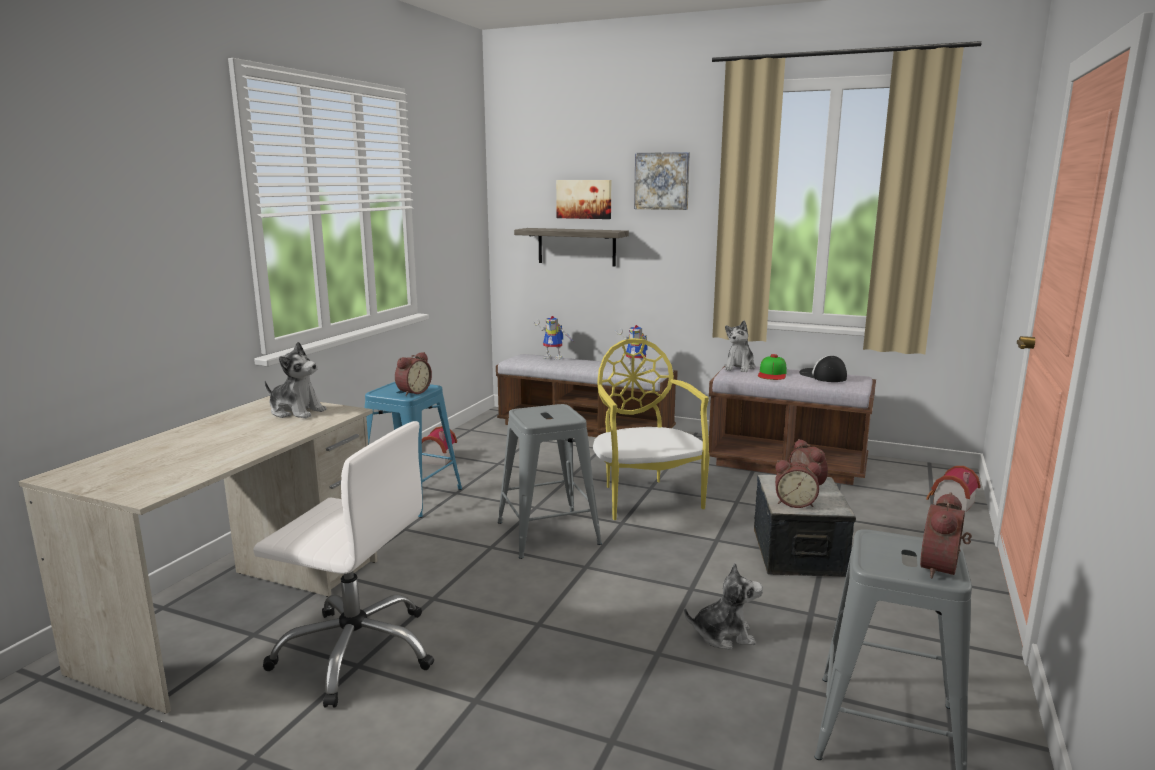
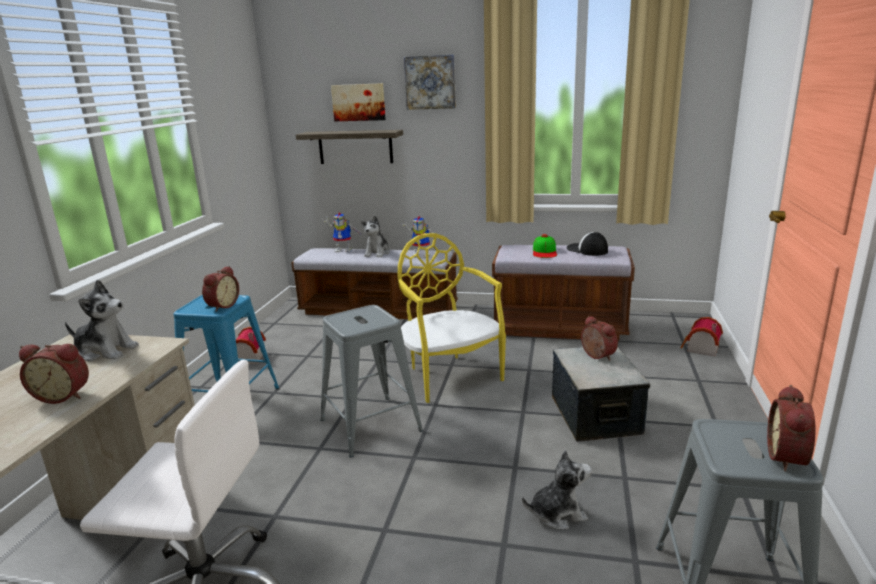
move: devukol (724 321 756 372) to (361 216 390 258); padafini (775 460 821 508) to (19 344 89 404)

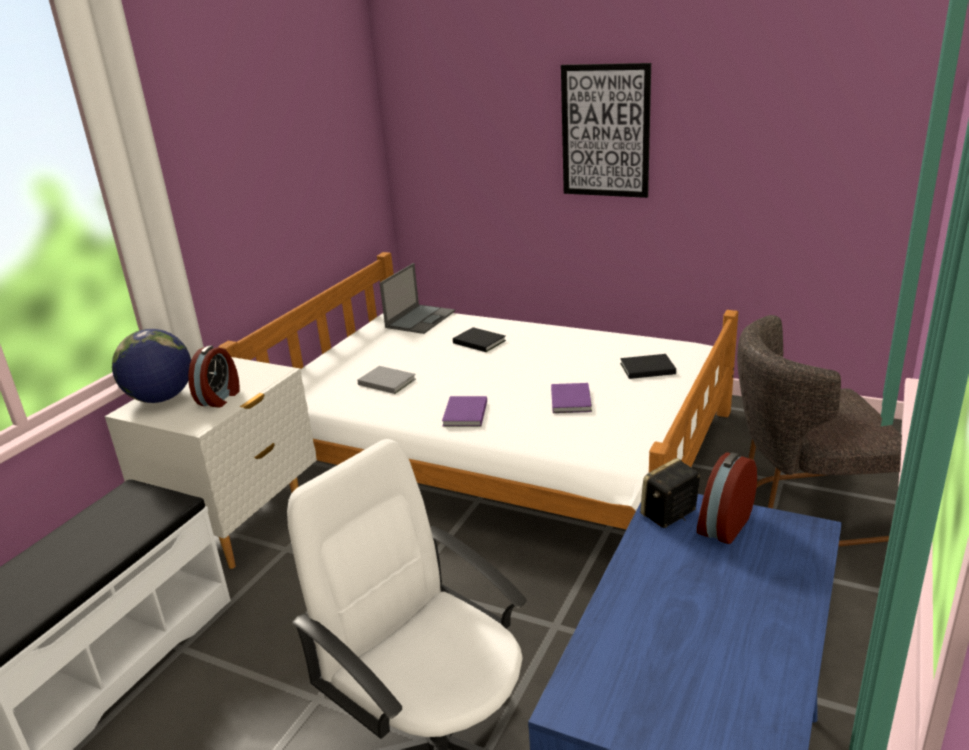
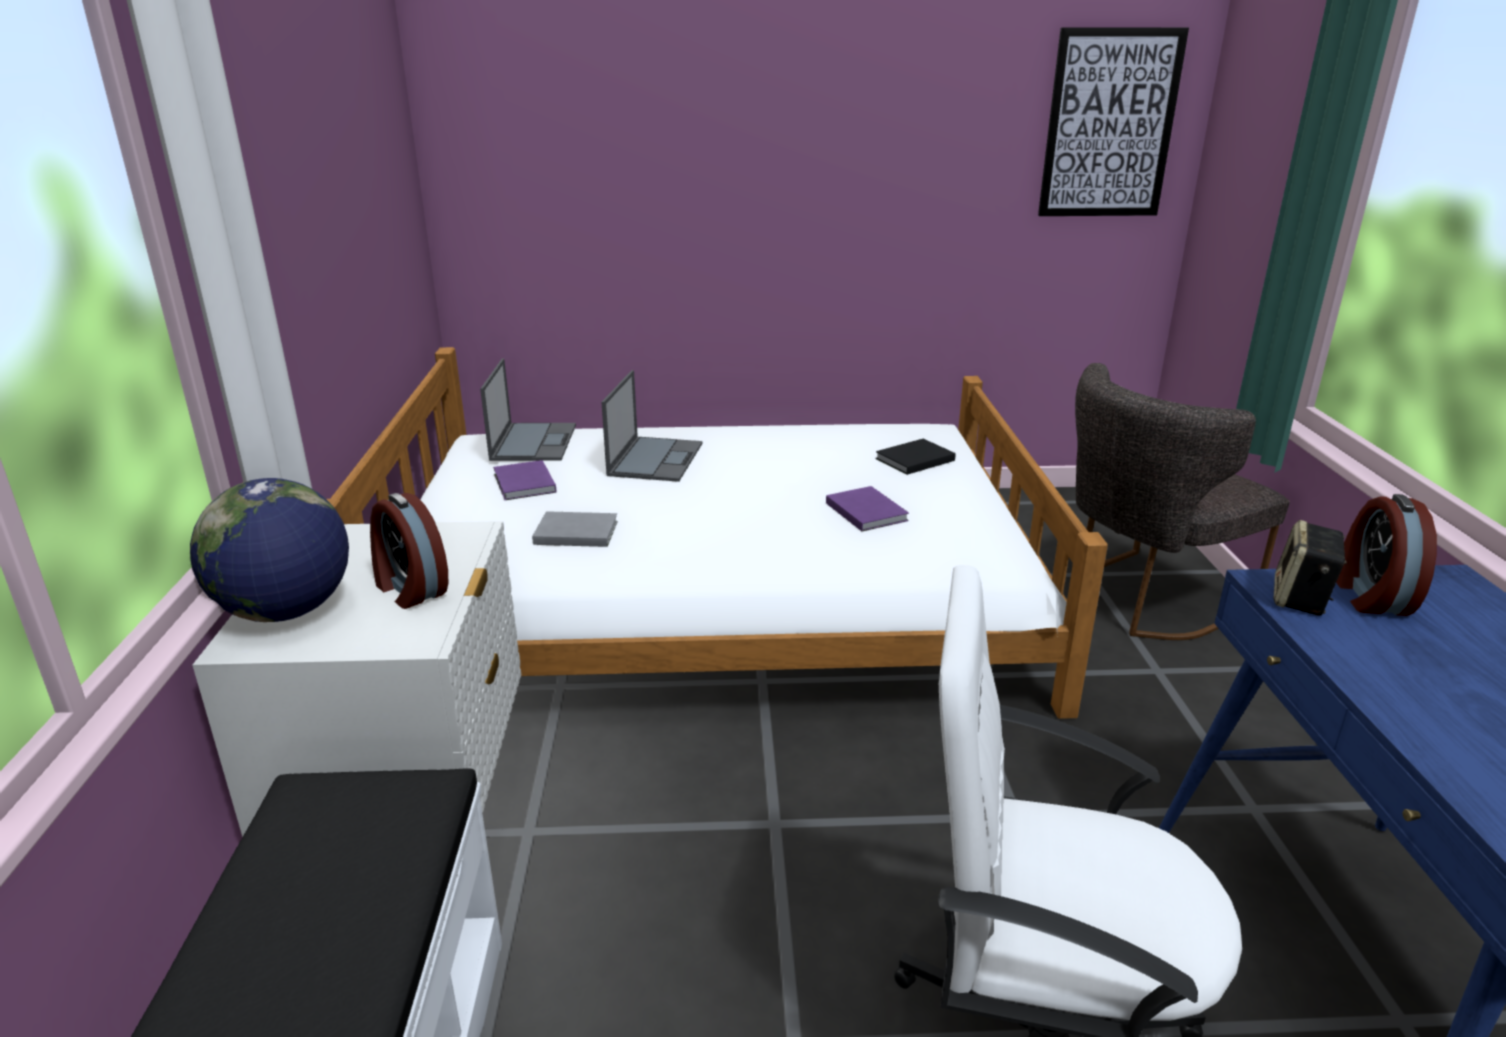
move: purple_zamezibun (442 396 487 427) to (493 460 556 500); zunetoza (561 63 651 198) to (1038 27 1189 216)
replace: black_zamezibun (453 327 506 352) to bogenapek (601 370 702 482)
rotate: padafini (188 346 240 407) = (370 493 448 609) 150 degrees clockwise

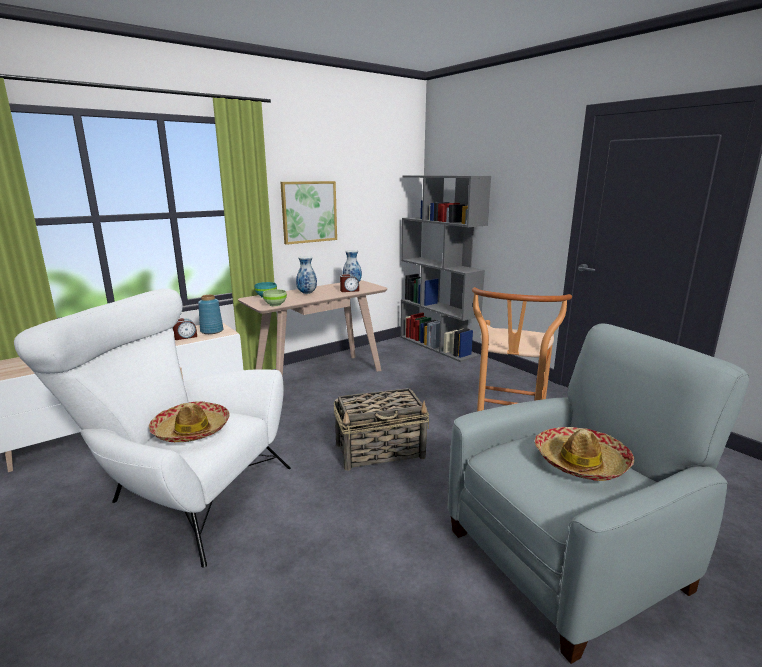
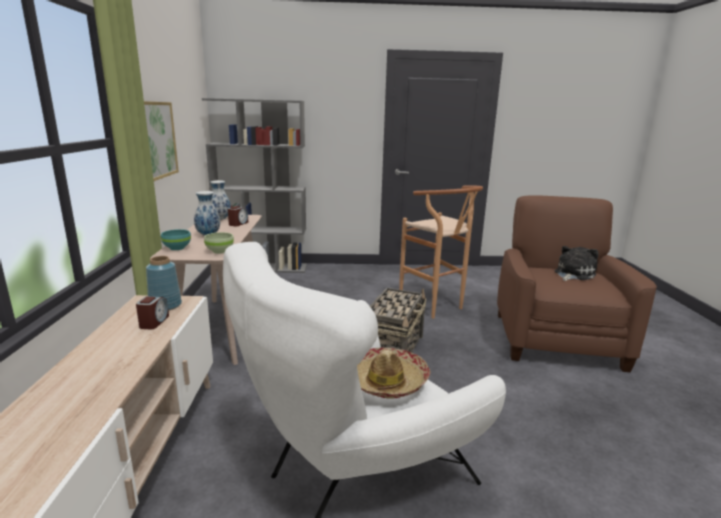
replace: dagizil (535 427 634 481) to devukol (555 246 599 281)
recolor: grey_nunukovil (447 324 749 664) to brown_nunukovil (497 195 657 372)

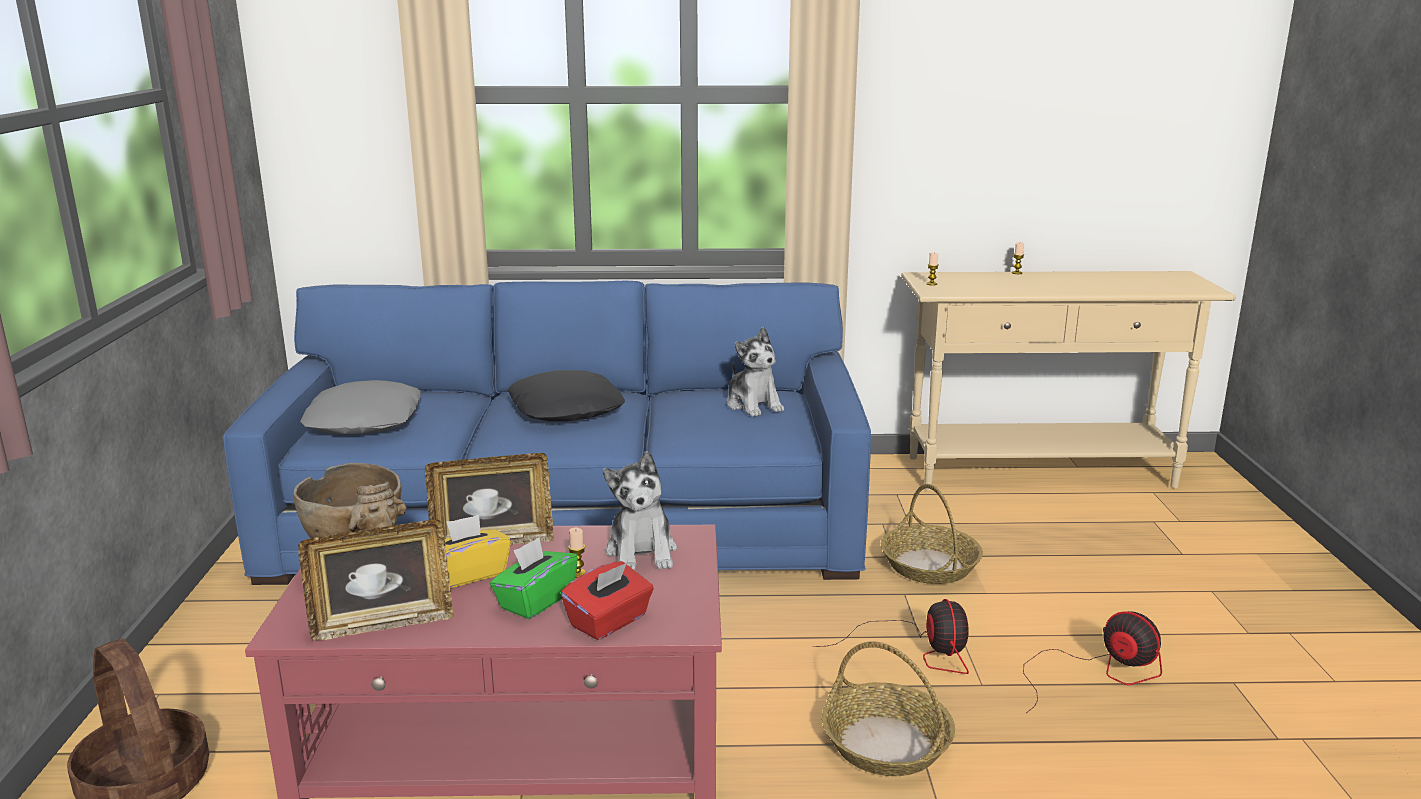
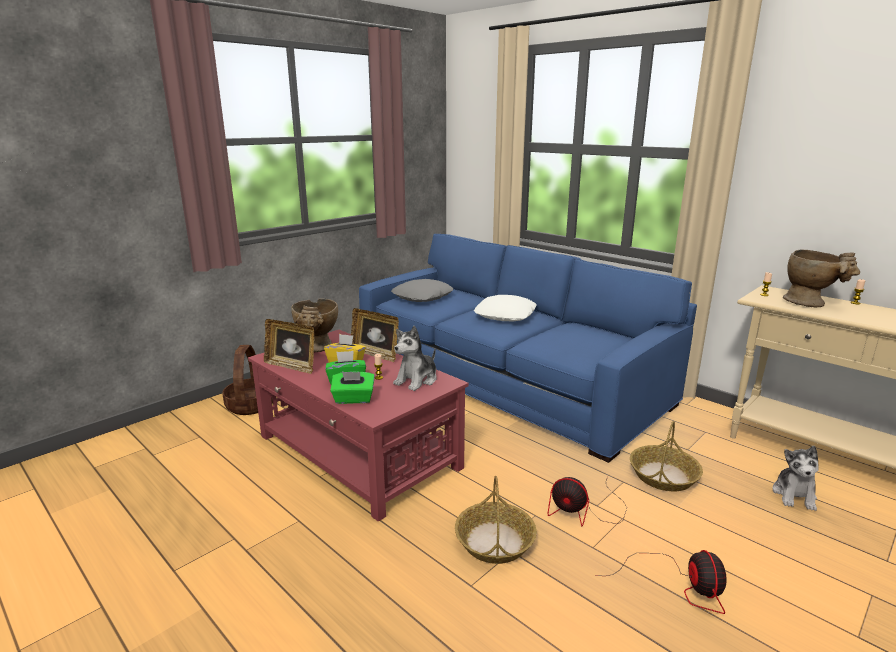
insert: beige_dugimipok (783 249 860 307)
move: devukol (727 327 784 417) to (773 446 818 511)
recolor: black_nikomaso (507 370 625 422) to white_nikomaso (474 295 537 321); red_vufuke (561 561 654 640) to green_vufuke (330 371 375 404)
rotate: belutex (812 599 969 674) = (548 477 627 526) 75 degrees clockwise

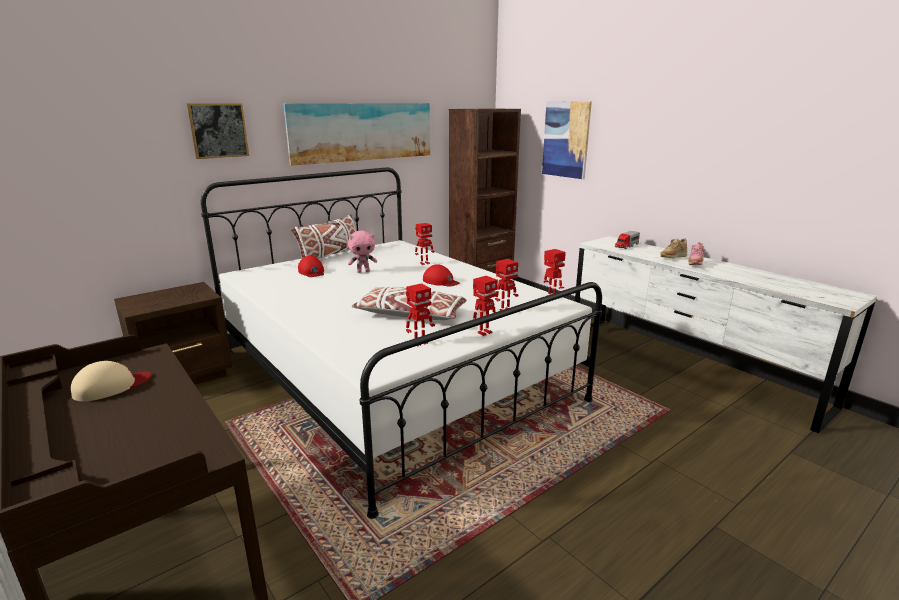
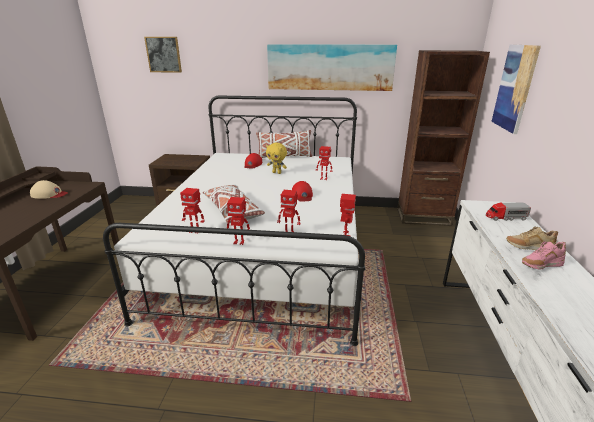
move: zunetoza (187 103 249 159) to (144 37 182 73)
recolor: pink_devukol (348 231 377 273) to yellow_devukol (266 143 287 174)

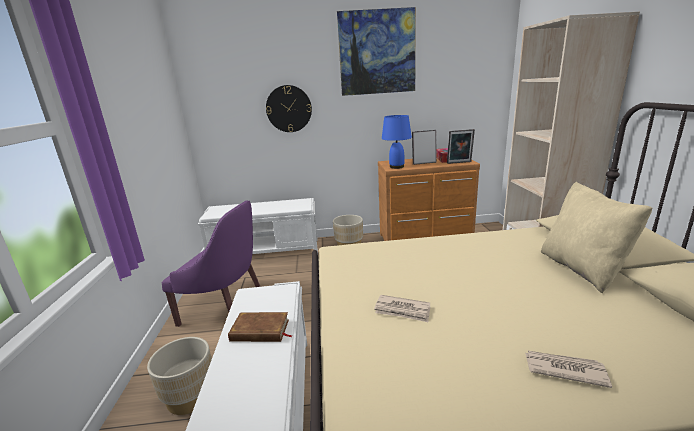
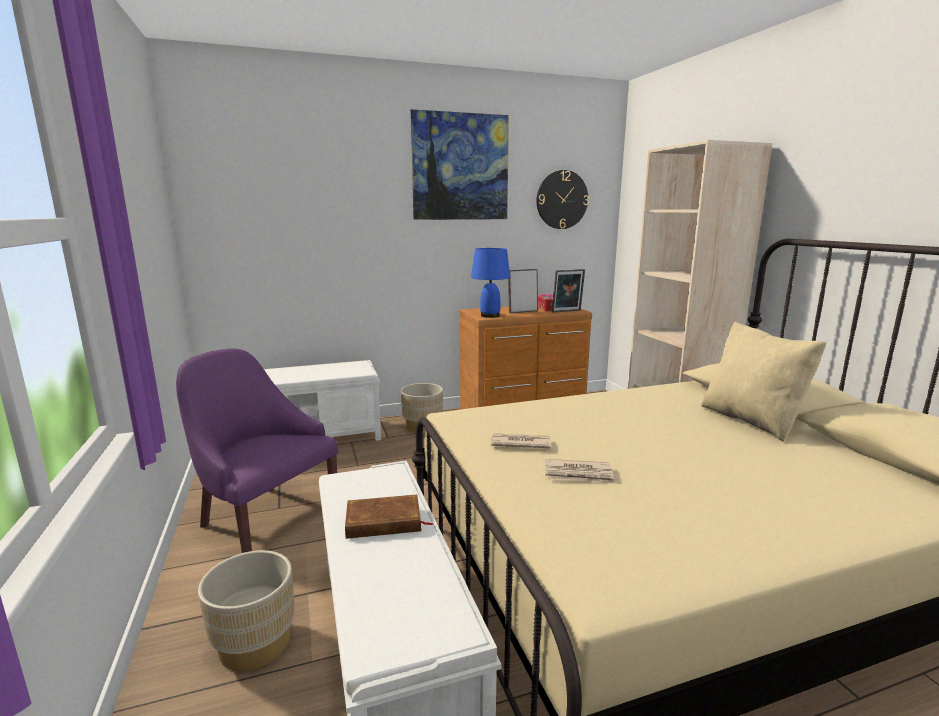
move: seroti (266 85 312 132) to (537 170 589 229); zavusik (525 351 612 388) to (491 433 551 448)
rotate: purple_nunukovil (162 201 261 327) = (176 349 338 553) 150 degrees counterclockwise

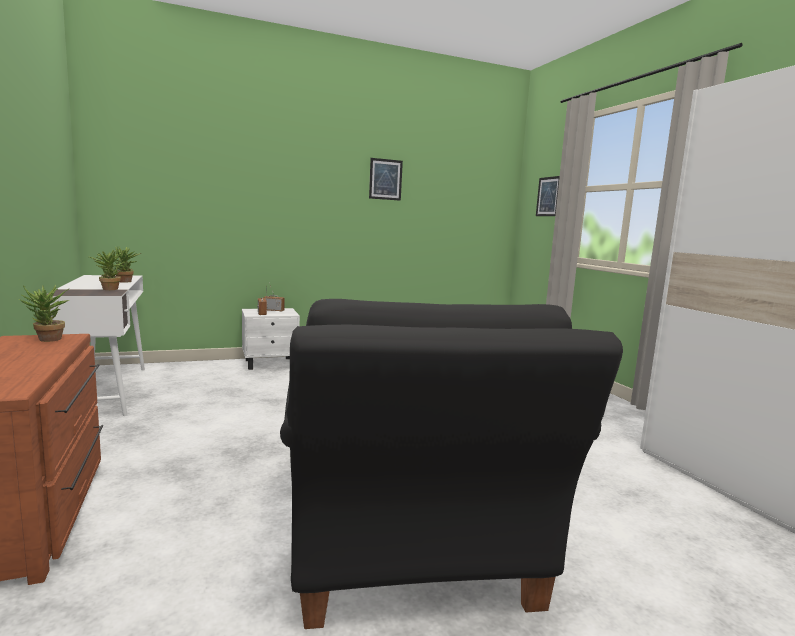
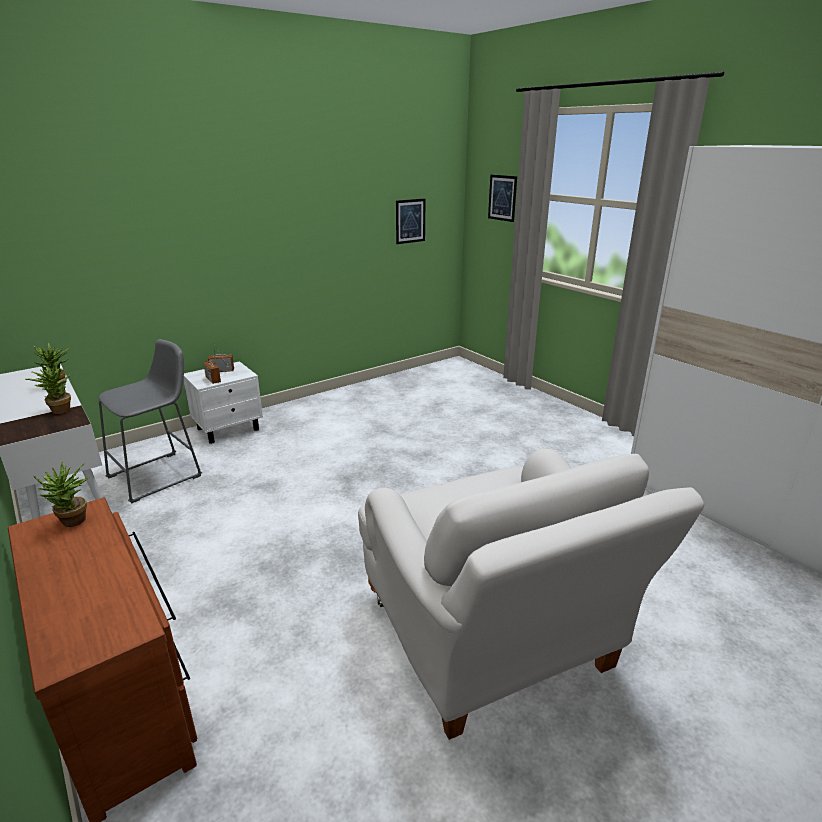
insert: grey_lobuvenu (98 339 202 504)
move: zunetoza (369 158 403 201) to (396 198 425 244)
recolor: black_nunukovil (280 299 623 629) to white_nunukovil (358 448 704 740)

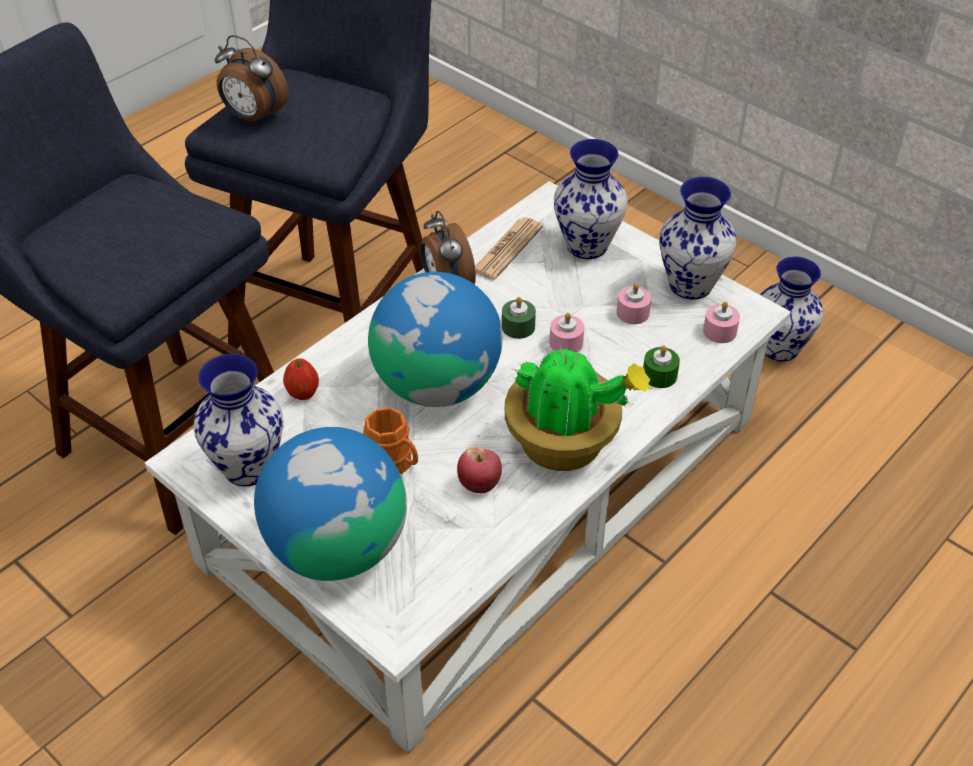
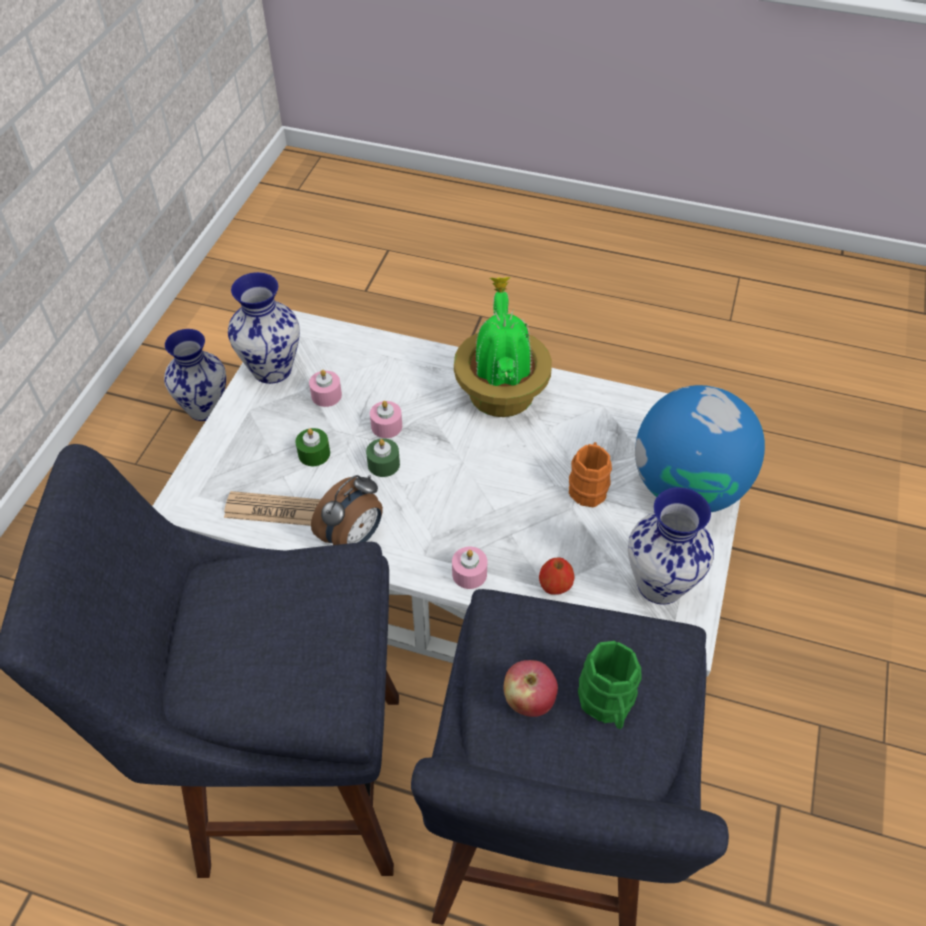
delete: padafini (215 35 288 124); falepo (368 272 503 407); dugimipok (554 139 628 259)
insert: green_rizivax (578 641 642 729)
move: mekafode (457 447 502 493) to (504 660 558 717); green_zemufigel (643 345 680 388) to (296 428 330 466); pink_zemufigel (703 301 740 343) to (452 547 487 589)

